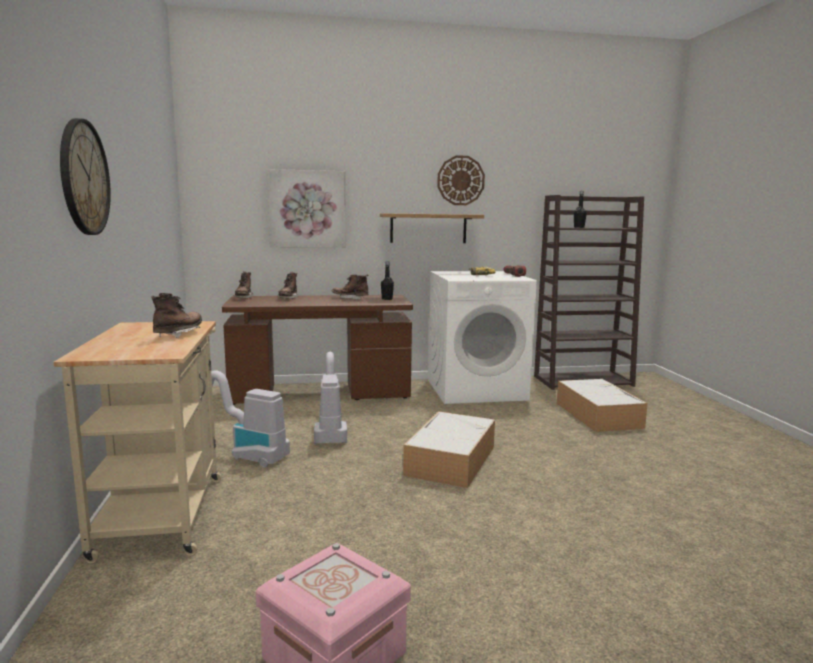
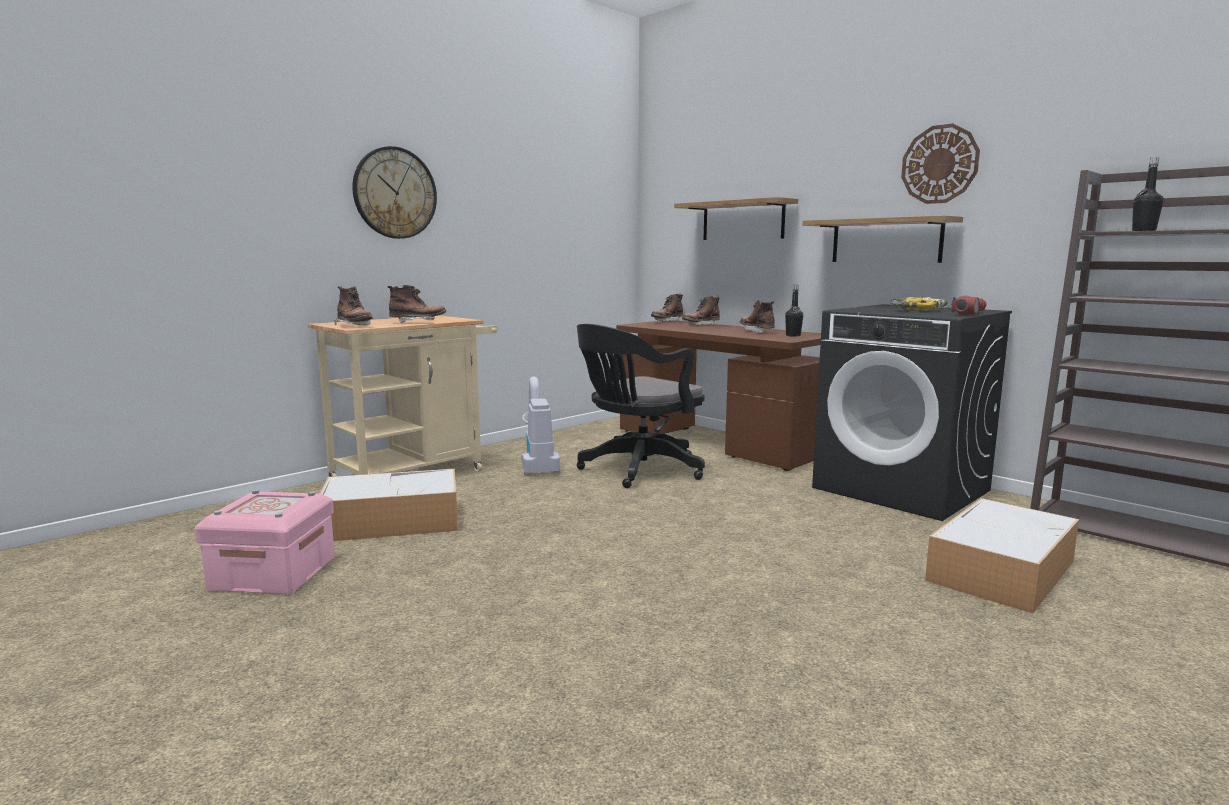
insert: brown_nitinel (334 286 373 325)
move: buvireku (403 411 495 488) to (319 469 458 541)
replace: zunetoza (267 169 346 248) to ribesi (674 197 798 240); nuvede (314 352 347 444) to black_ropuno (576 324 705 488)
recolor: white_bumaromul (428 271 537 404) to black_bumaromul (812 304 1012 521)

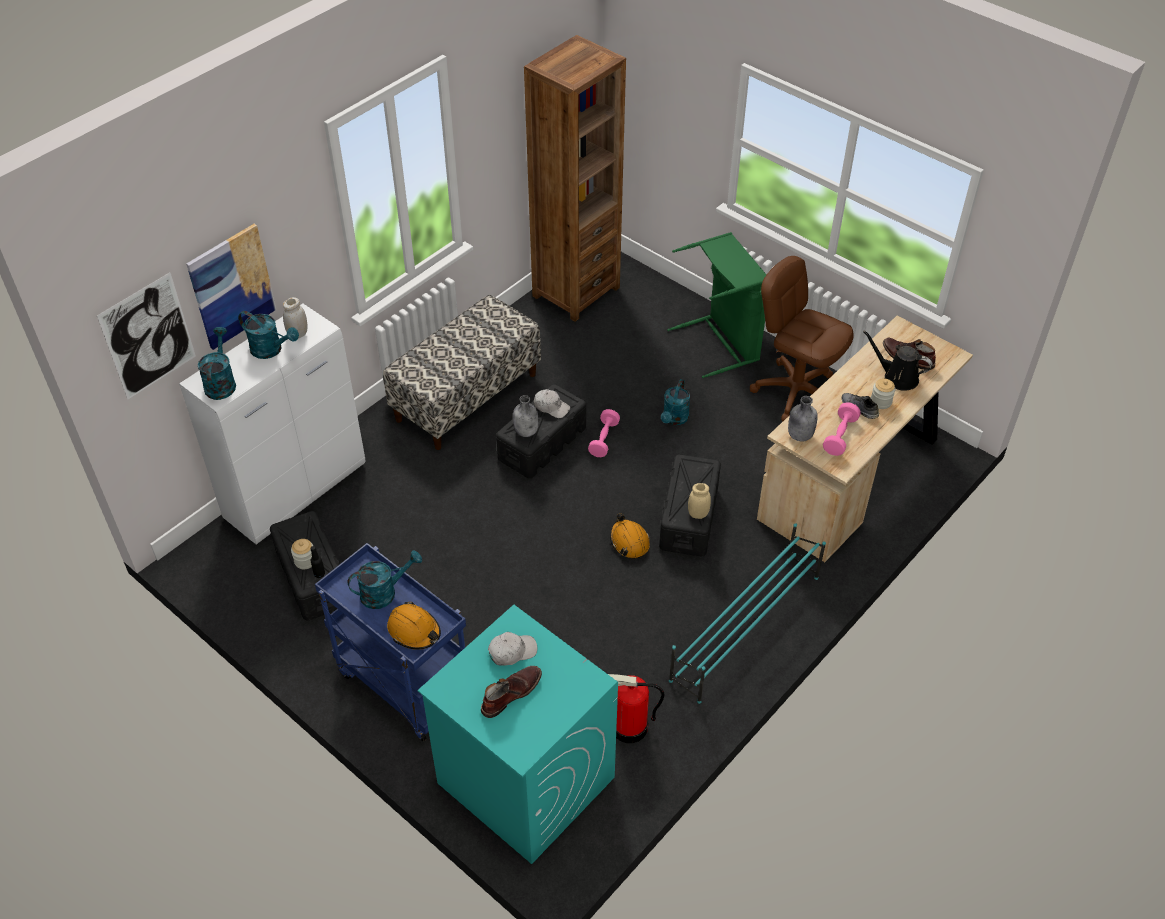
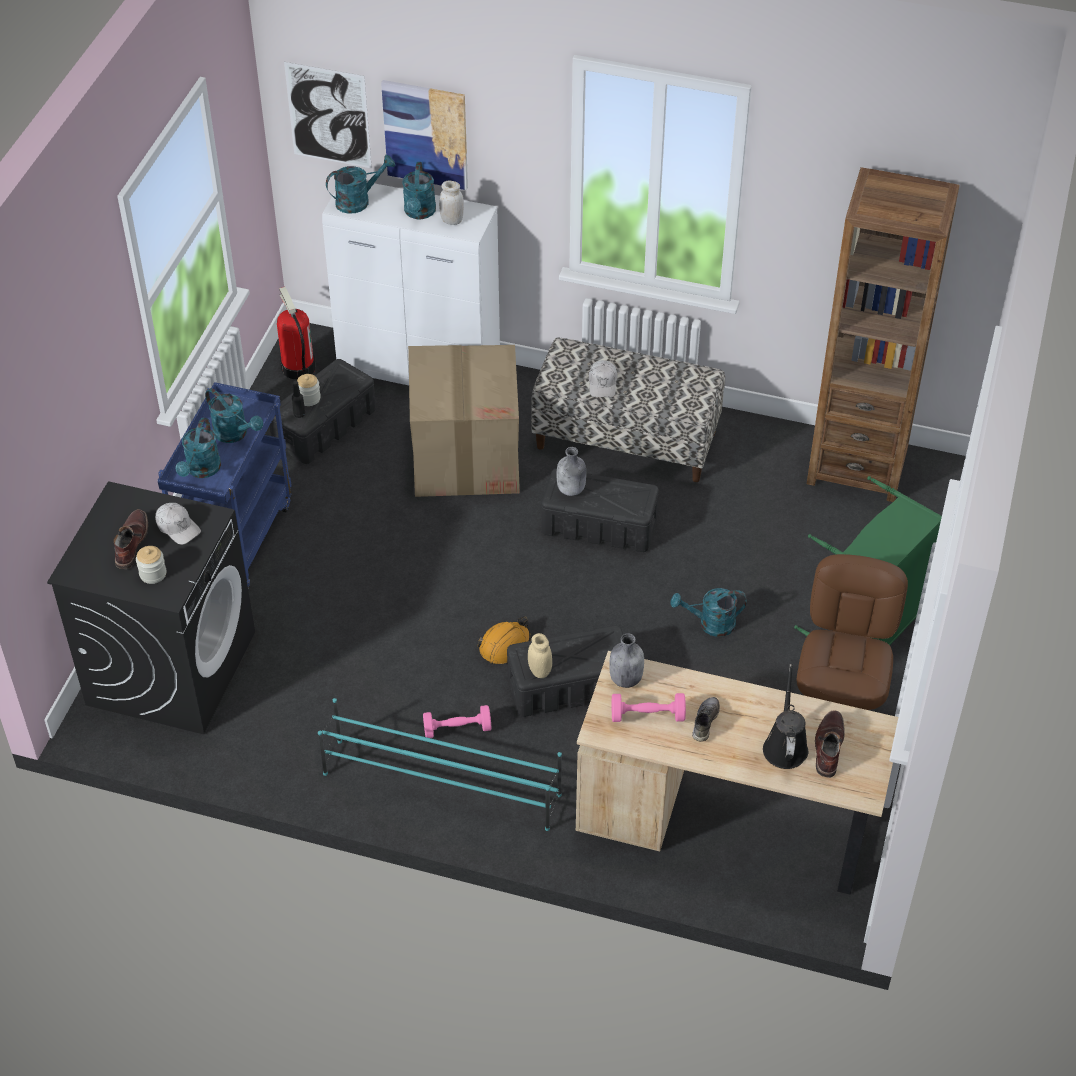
insert: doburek (408 345 520 497)
move: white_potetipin (534 389 570 418) to (588 360 617 397); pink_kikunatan (588 409 620 457) to (423 705 491 738); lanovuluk (608 674 665 743) to (277 287 316 379); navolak (871 379 895 409) to (136 546 166 584)
replace: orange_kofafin (387 602 441 650) to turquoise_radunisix (175 417 221 478)
recolor: turquoise_bumaromul (418 605 618 864) to black_bumaromul (47 481 255 734)
rotate: brown_nitinel (481 666 542 718) = (113 509 148 569) 105 degrees counterclockwise

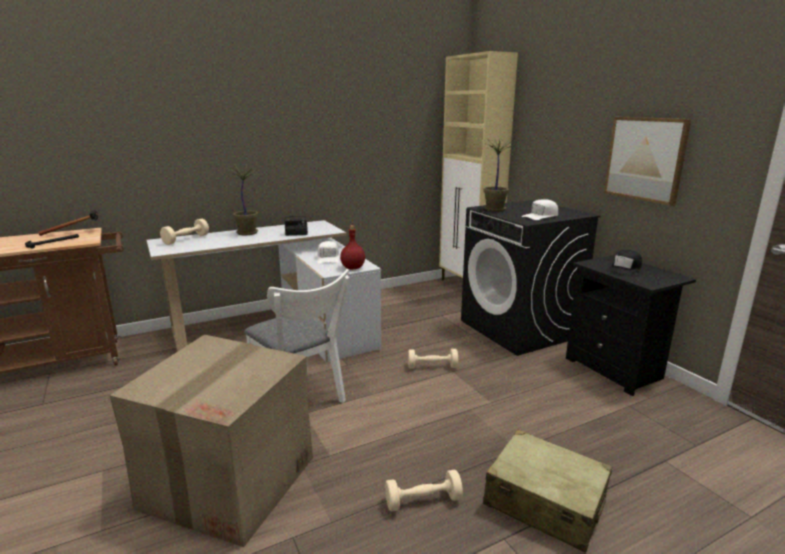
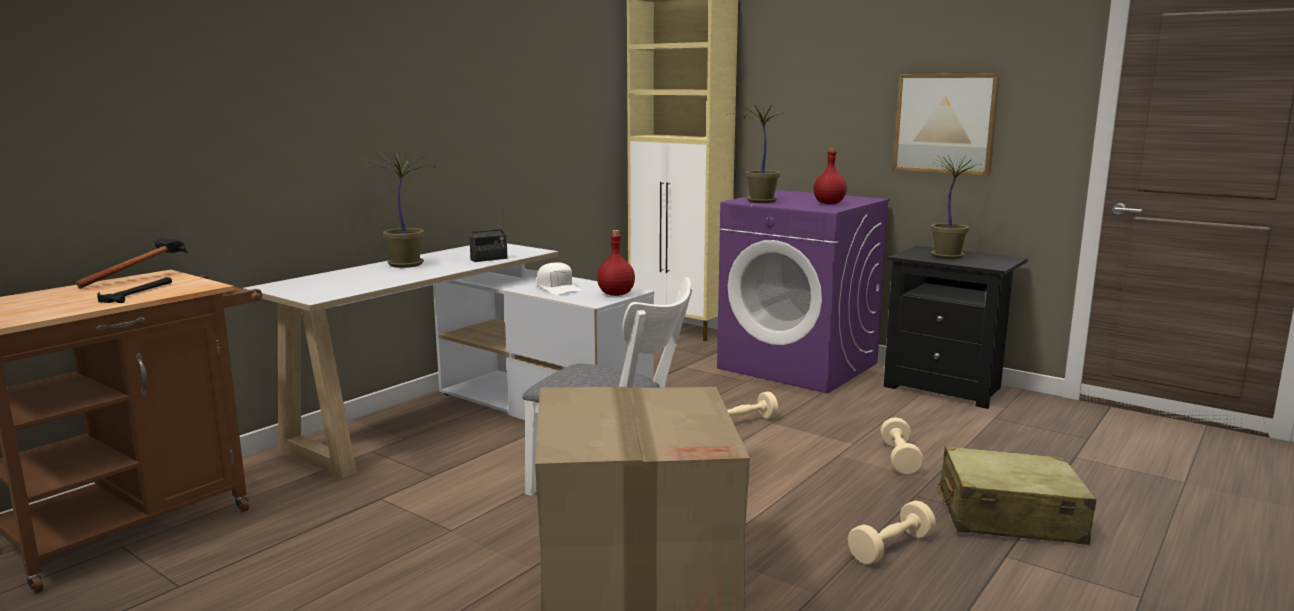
move: beige_kikunatan (160 219 209 245) to (880 417 924 475)
replace: white_potetipin (521 199 558 220) to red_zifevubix (814 147 847 204); black_potetipin (606 250 642 276) to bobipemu (922 155 993 259)
recolor: black_bumaromul (461 200 600 356) to purple_bumaromul (717 190 890 393)

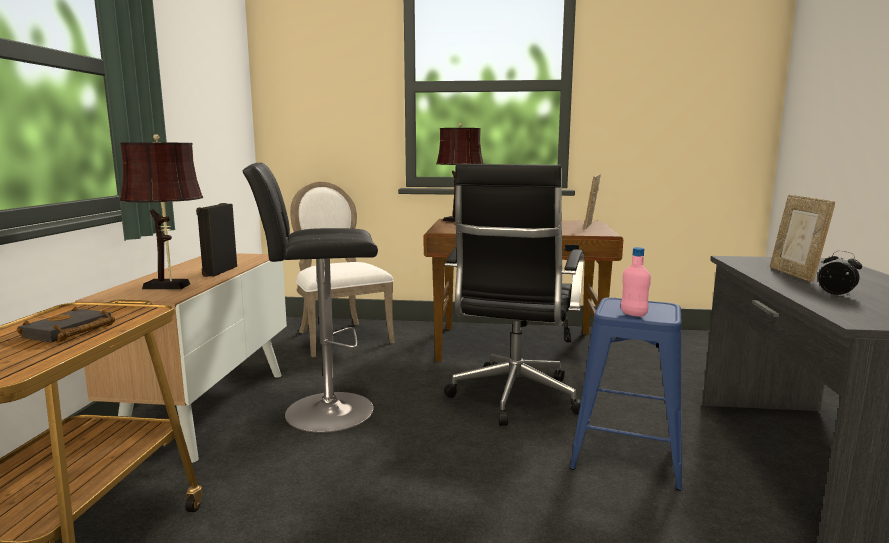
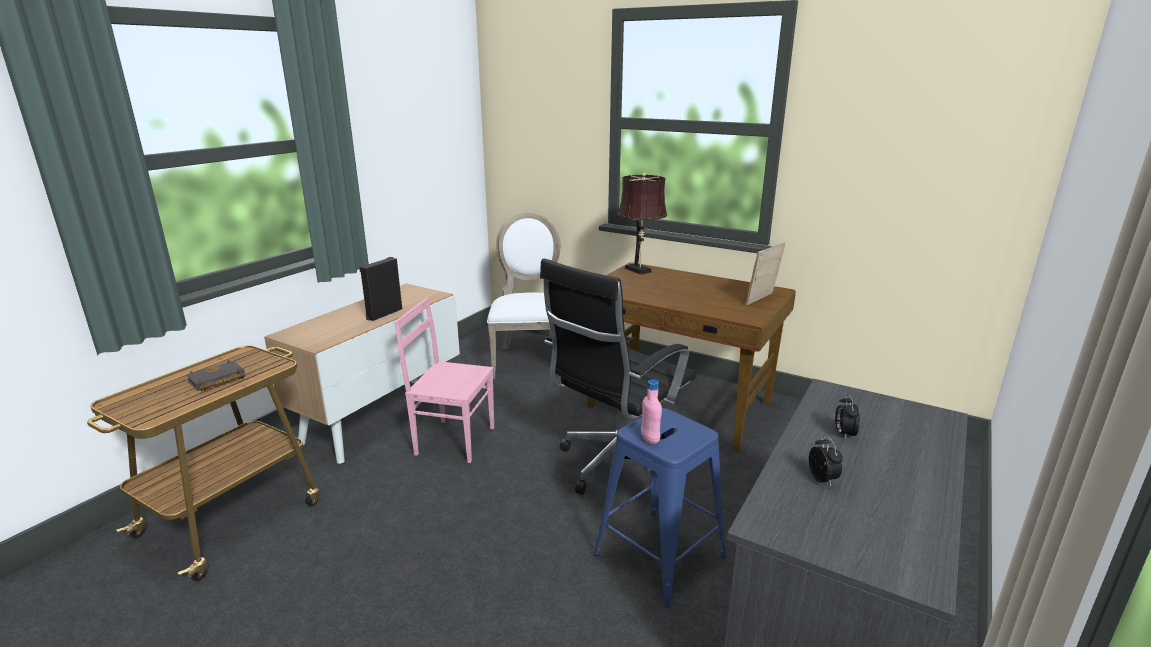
delete: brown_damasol (120 134 203 290)
replace: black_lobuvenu (243 163 378 433) to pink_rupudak (395 298 494 463); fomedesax (770 195 835 282) to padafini (835 394 860 439)

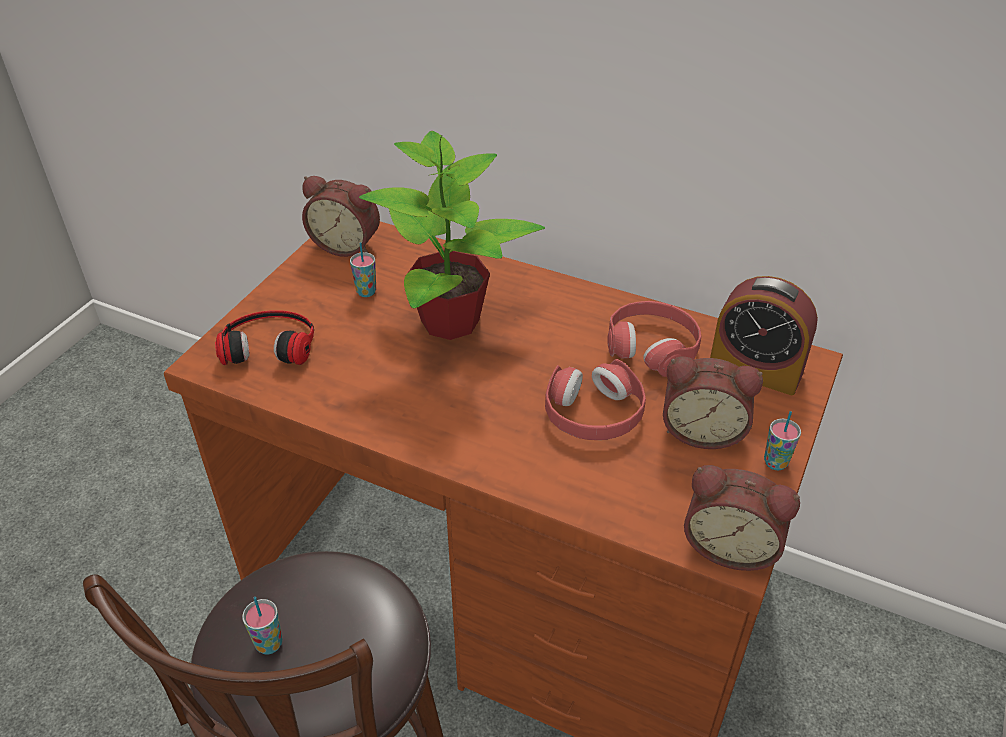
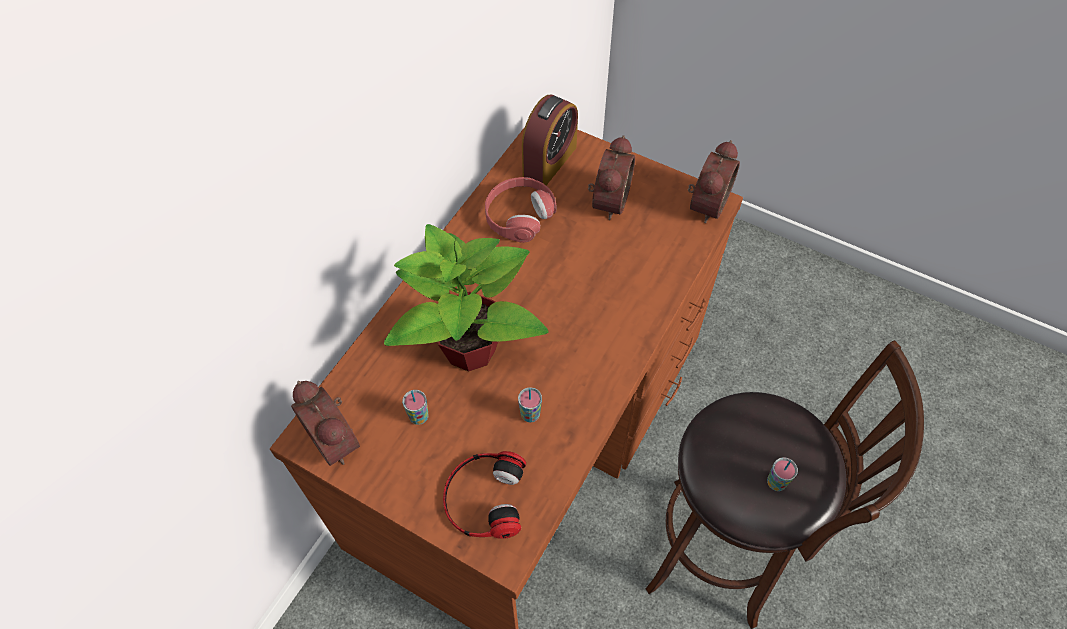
delete: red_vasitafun (545 359 646 440)
move: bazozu (764 411 801 470) to (518 387 542 422)
rotate: padafini (302 176 380 257) = (291 381 360 466) 120 degrees clockwise

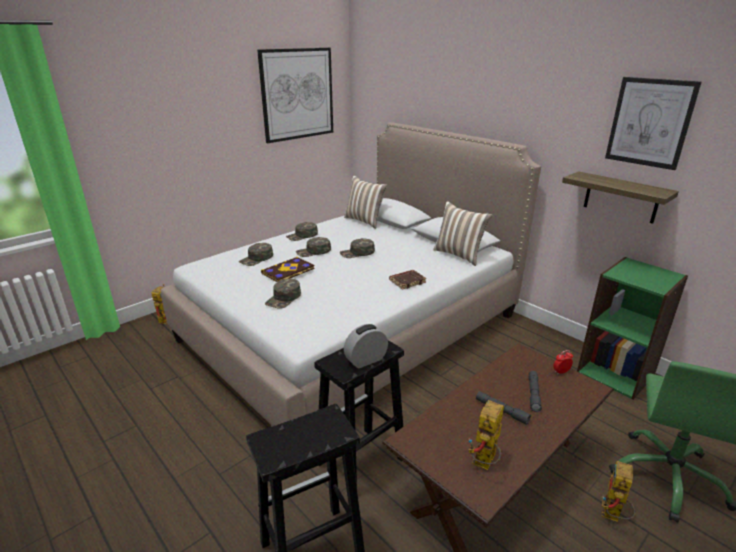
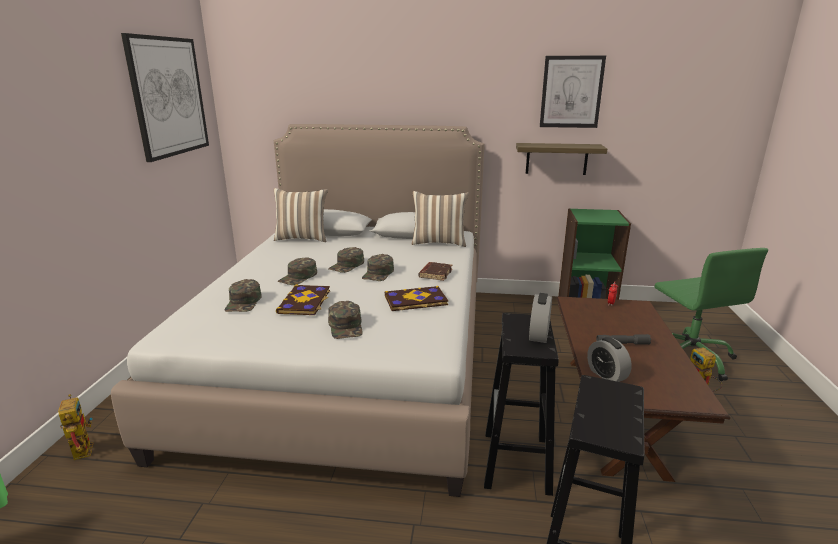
delete: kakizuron (469 400 504 470); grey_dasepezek (529 371 542 412)
insert: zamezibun (385 286 448 311); padafini (587 337 632 382)
move: green_potetipin (286 222 318 241) to (362 254 394 281)

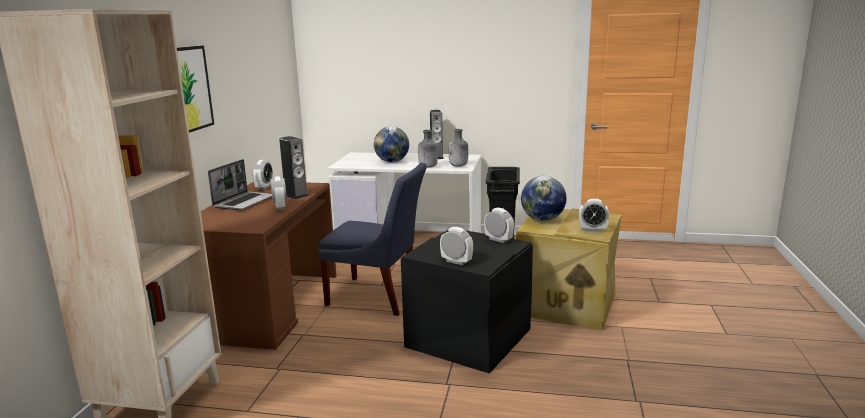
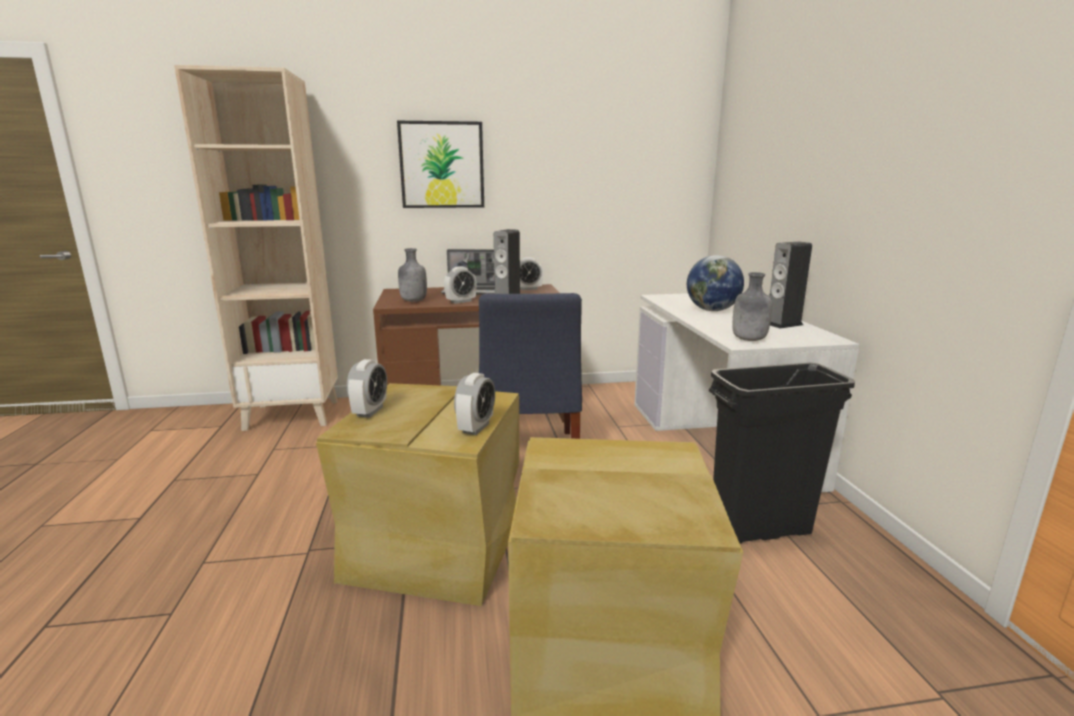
delete: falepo (521 176 567 221); padafini (579 199 609 232)
move: grey_zifevubix (418 130 438 168) to (398 248 427 302)
recolor: black_buvireku (401 230 533 374) to beige_buvireku (316 383 519 606)

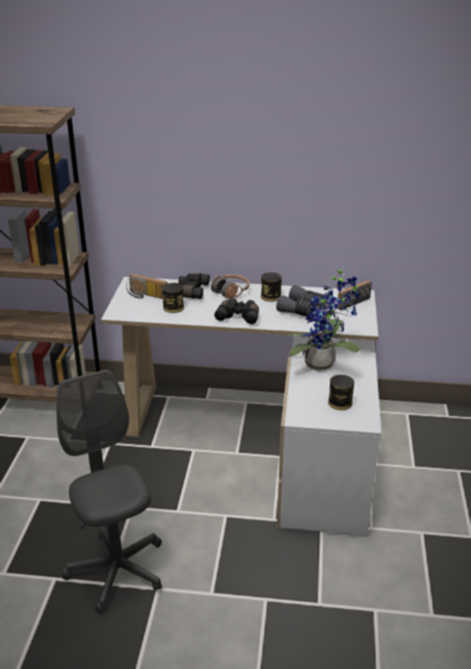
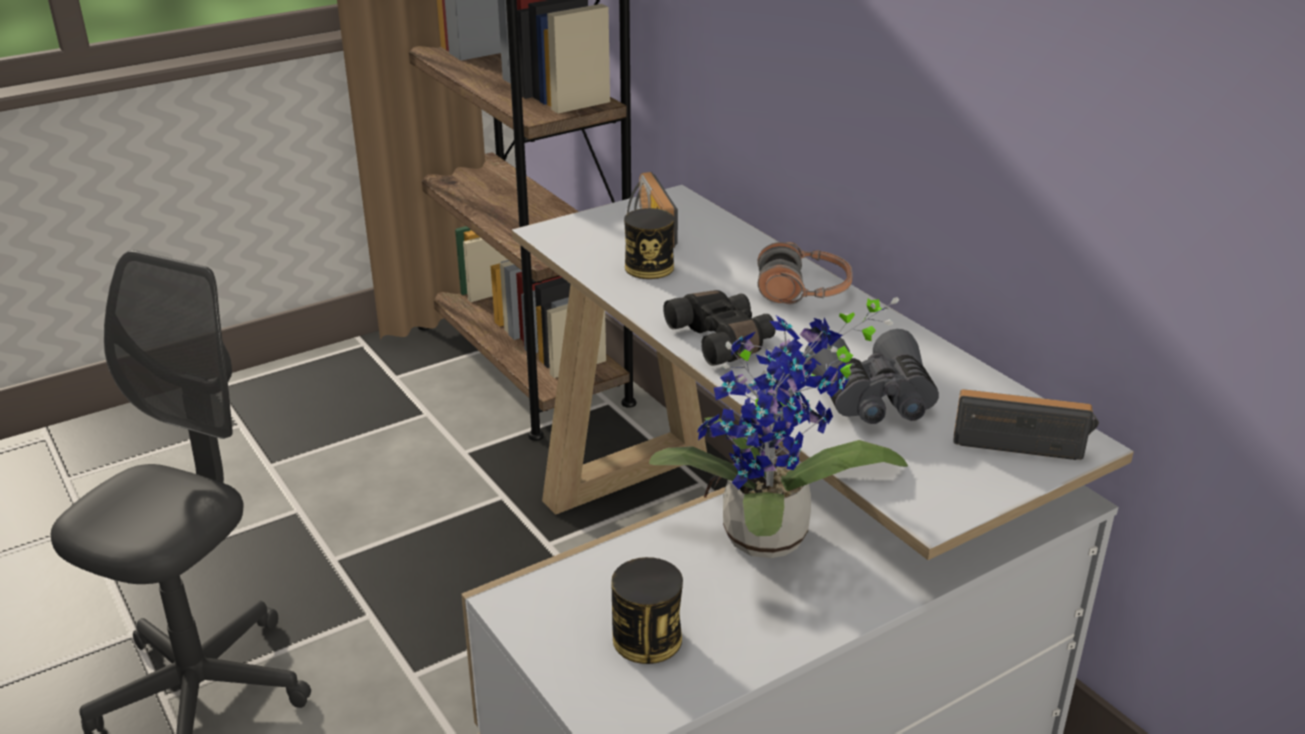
delete: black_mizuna (178 273 210 299); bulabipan (261 272 282 302)

